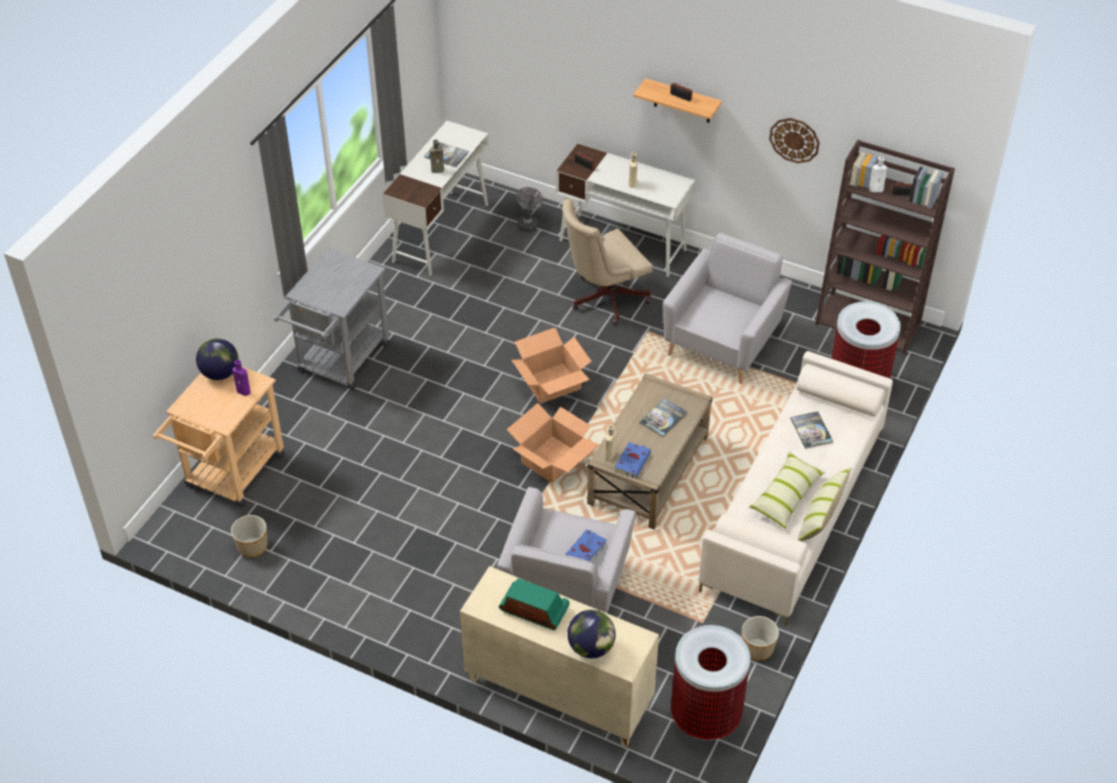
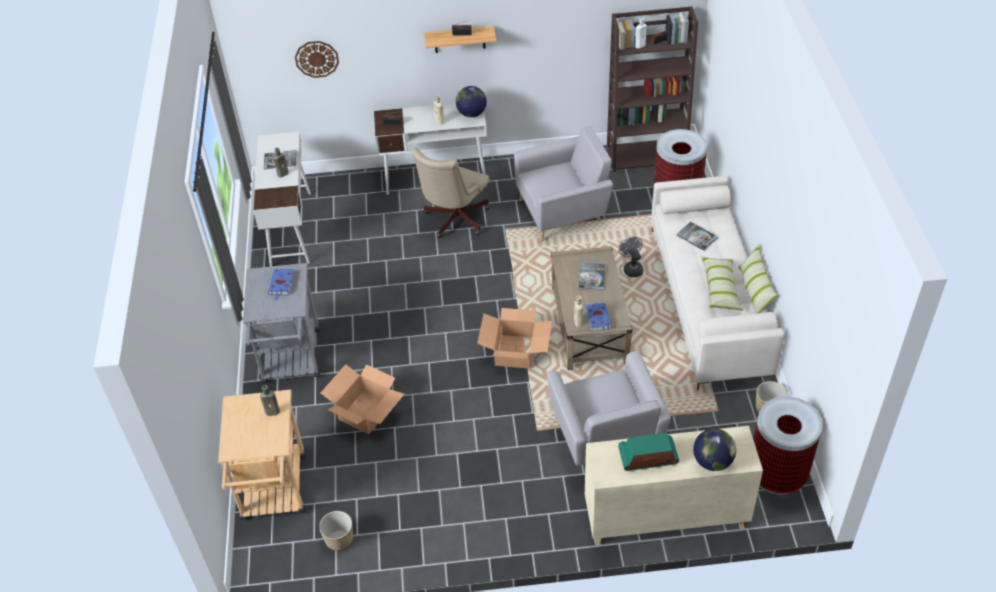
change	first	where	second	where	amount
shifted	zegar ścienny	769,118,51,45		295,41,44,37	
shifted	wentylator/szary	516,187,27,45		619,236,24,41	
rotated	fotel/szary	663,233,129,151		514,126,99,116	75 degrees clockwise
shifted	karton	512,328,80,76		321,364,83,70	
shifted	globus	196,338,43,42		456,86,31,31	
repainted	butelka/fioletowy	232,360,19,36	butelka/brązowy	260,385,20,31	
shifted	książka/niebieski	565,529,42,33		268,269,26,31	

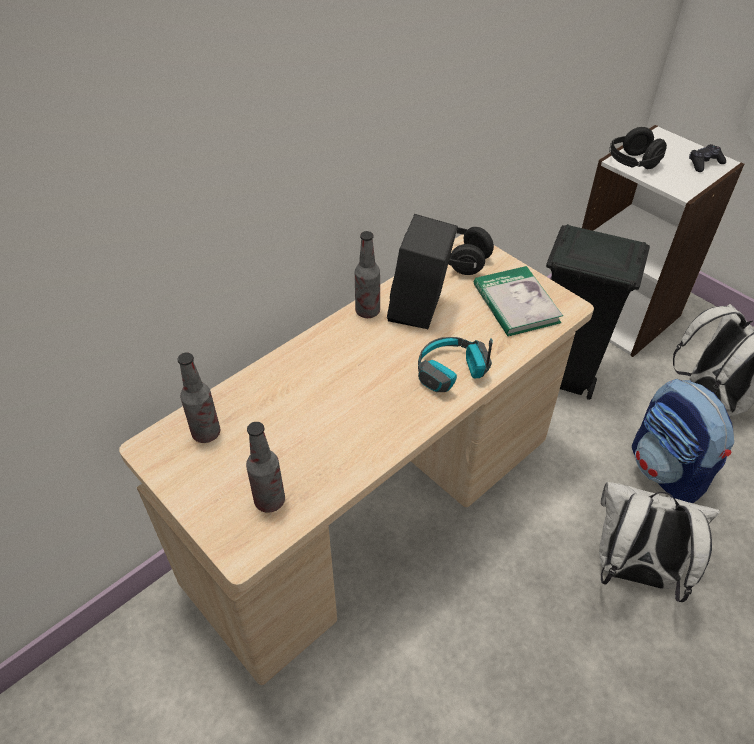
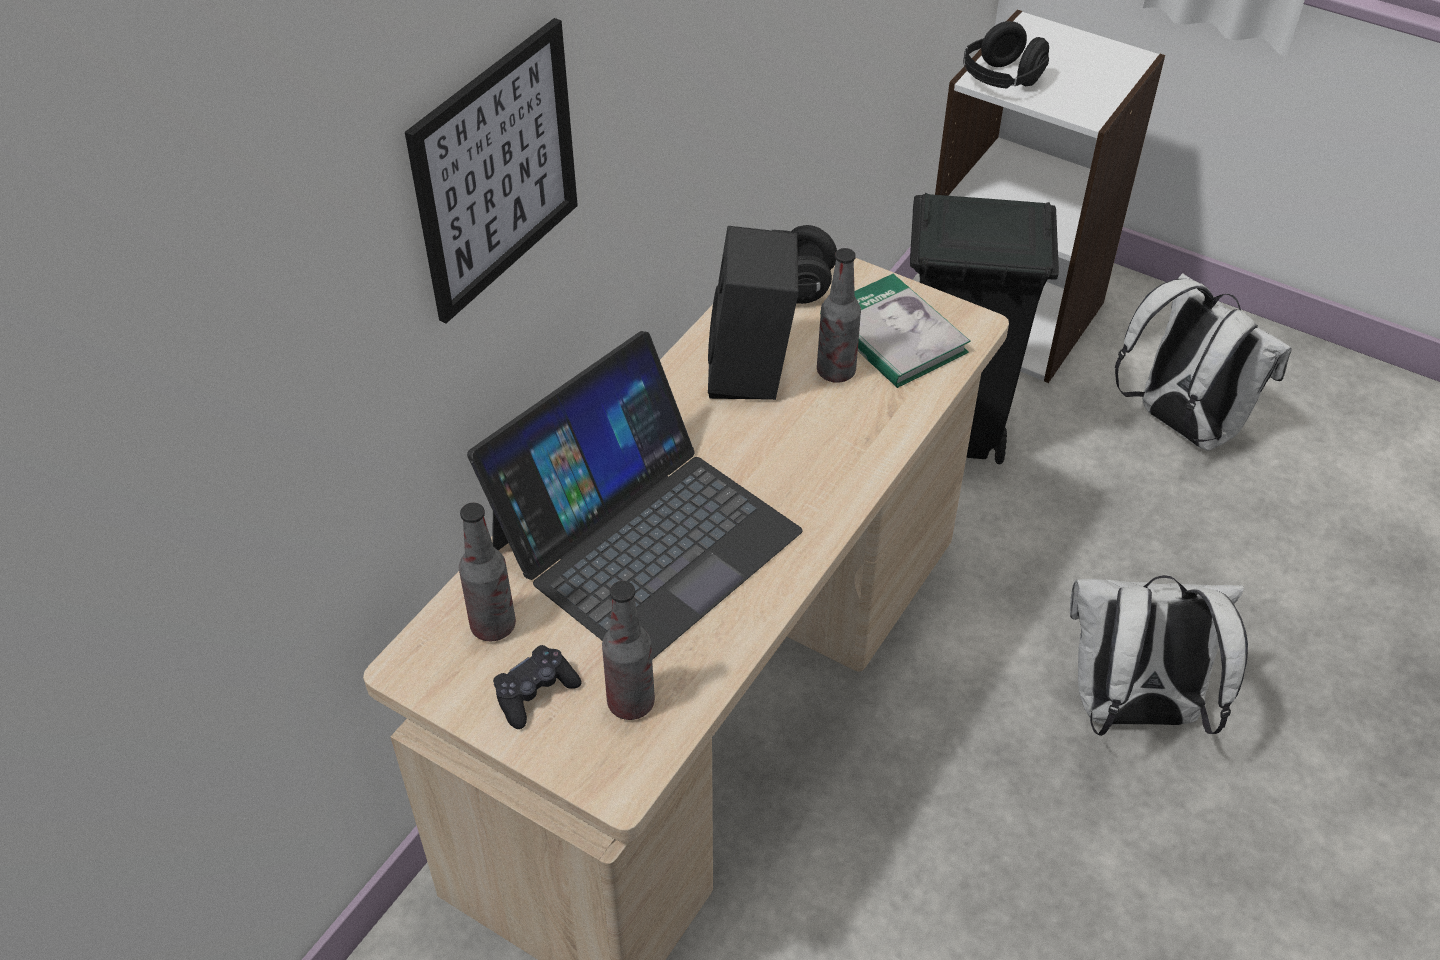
change	first	where	second	where	amount
shifted	pad do gier/czarny	689,144,37,28		493,645,89,84	
shifted	butelka	355,231,25,87		817,248,44,135	
gone	słuchawki	418,337,75,55			
gone	plecak	632,378,102,125			
new			obraz	405,18,173,305	
new			laptop	467,331,336,329	

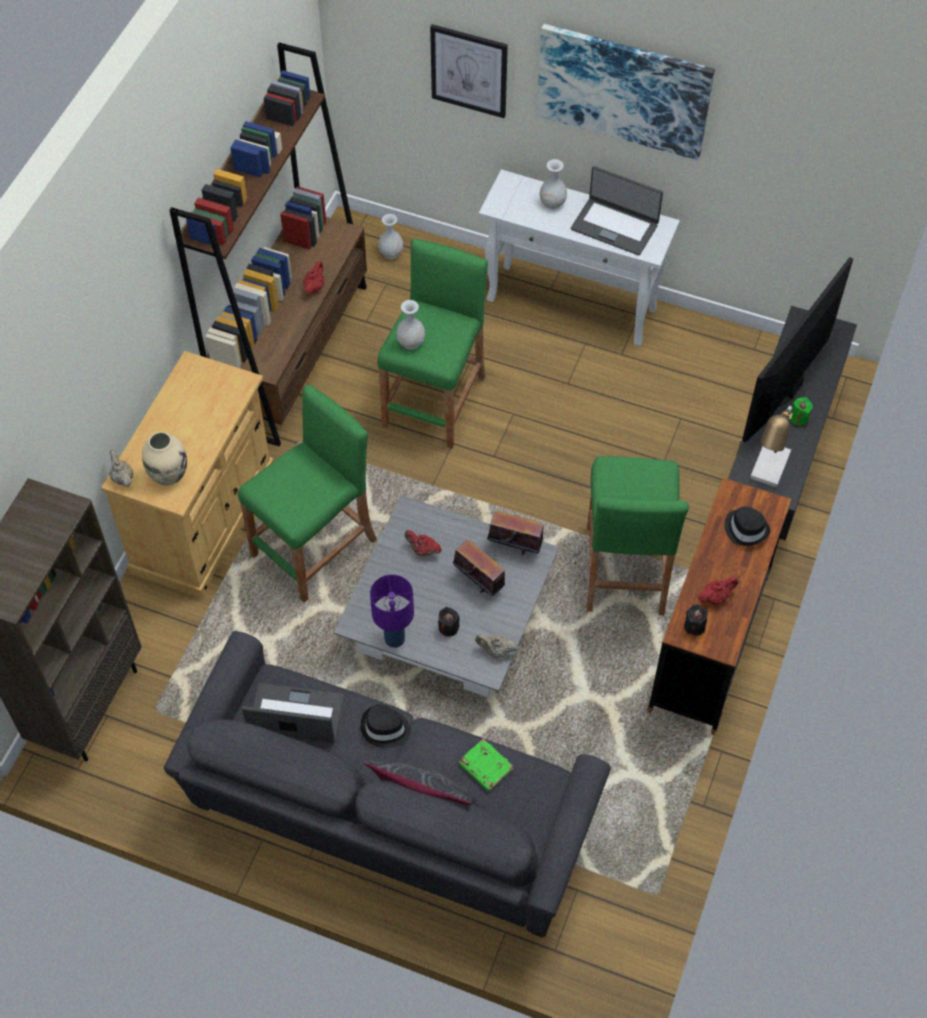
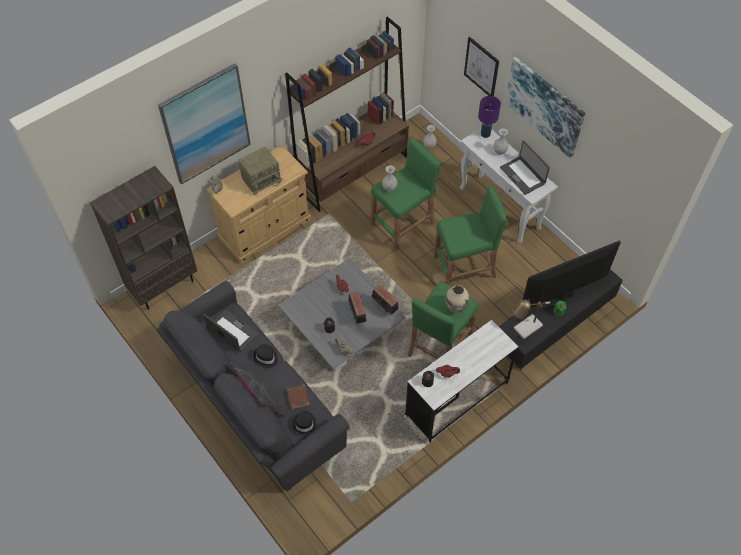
change	first	where	second	where	amount
shifted	stołek/zielony	238,385,139,218		434,185,74,101	
shifted	wazon/beżowy	142,432,45,54		446,285,23,28	
repainted	biurko/brązowy	648,478,143,257	biurko/biały	404,320,114,124	
shifted	kapelusz/czarny	724,507,46,39		293,411,23,23	
shifted	lampa stołowa/fioletowy	370,575,44,73		478,96,23,42	
repainted	książka/zielony	459,739,54,52	książka/brązowy	287,384,22,25	
new			obraz	158,63,93,122	
new			radio	238,147,44,48	

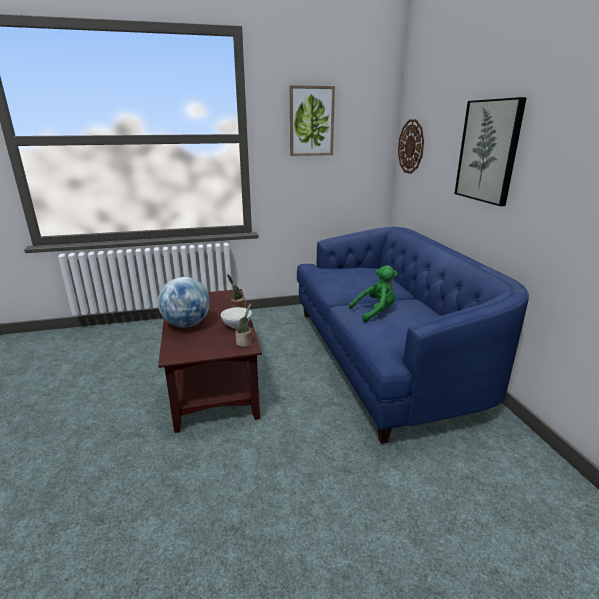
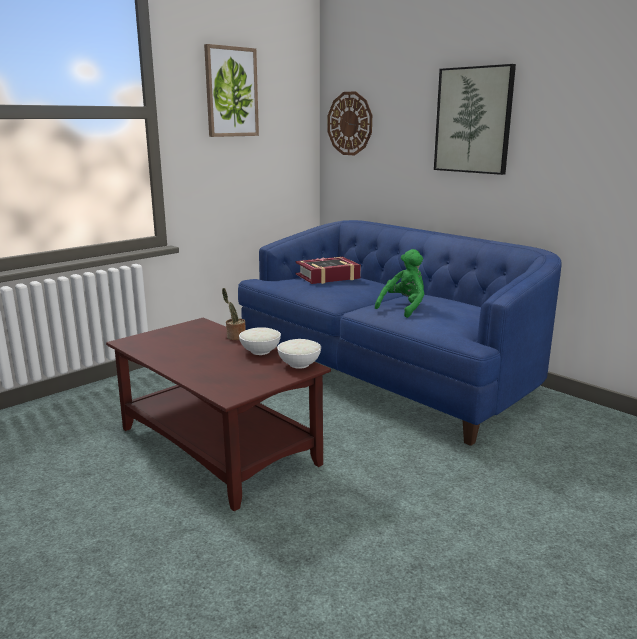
change	first	where	second	where	amount
gone	globus	158,277,52,50			
swapped	roślina doniczkowa	235,304,17,43	miska/biały	277,339,44,30	
new			książka	295,257,66,27	

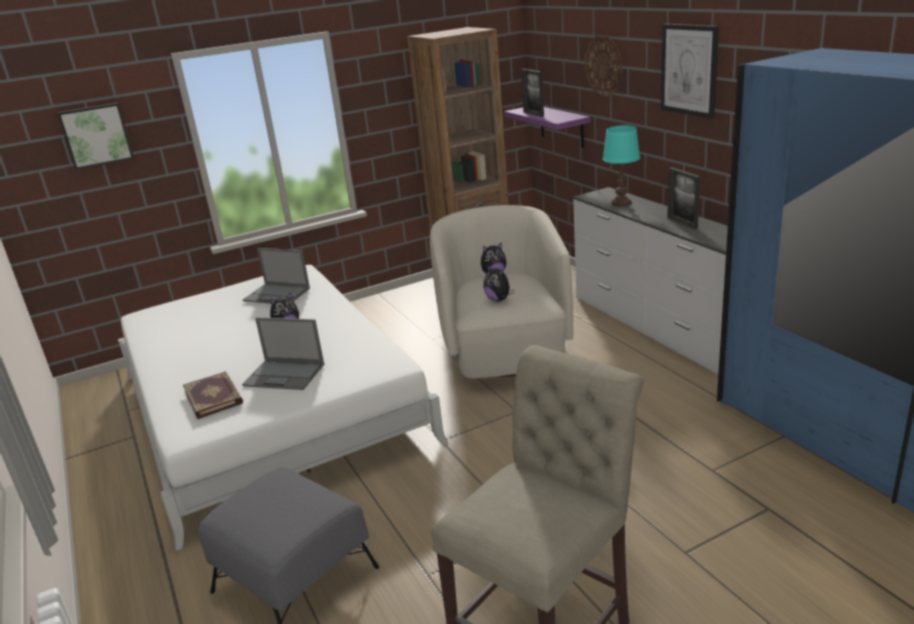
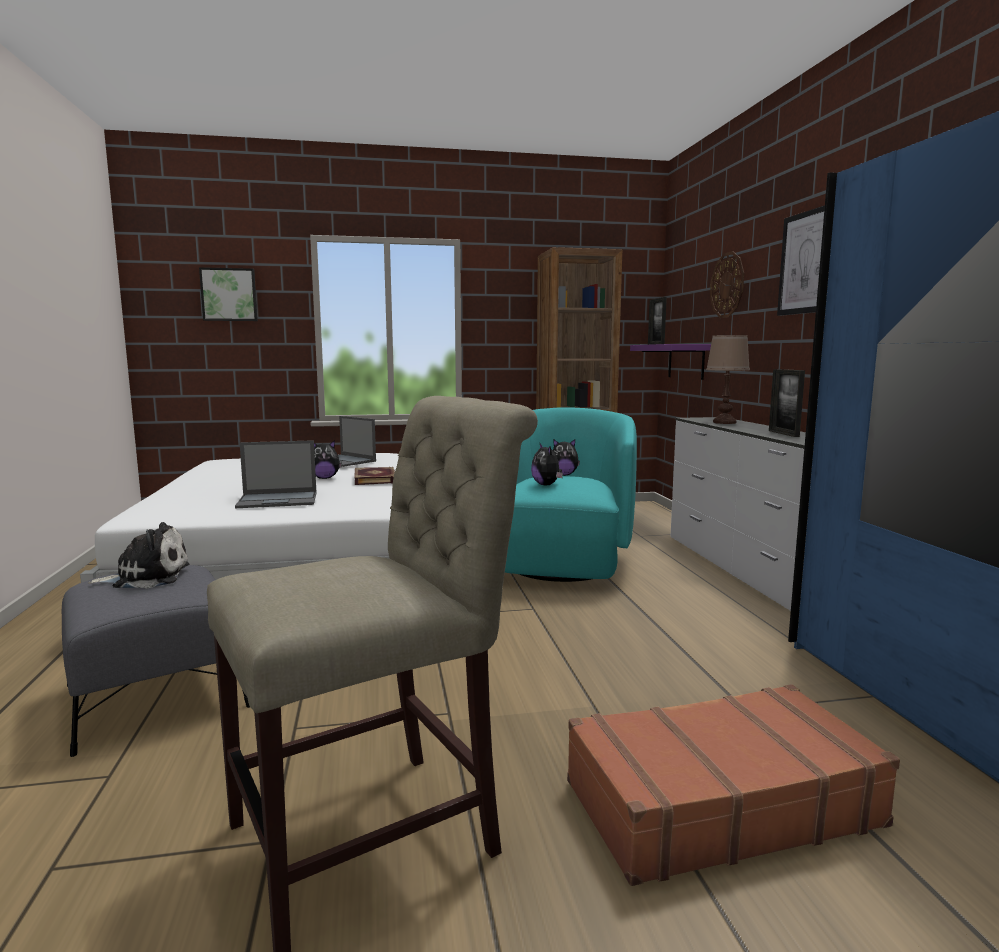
change	first	where	second	where	amount
repainted	lampa stołowa/turkusowy	603,125,37,82	lampa stołowa/brązowy	706,335,44,89	
repainted	fotel/beżowy	430,205,143,173	fotel/turkusowy	505,407,132,175	
rotated	laptop	242,317,82,73		235,440,82,68	45 degrees counterclockwise
shifted	książka	183,372,60,47		354,467,41,18	
new			pluszak	88,522,101,67	
new			walizka/brązowy	567,684,333,202	

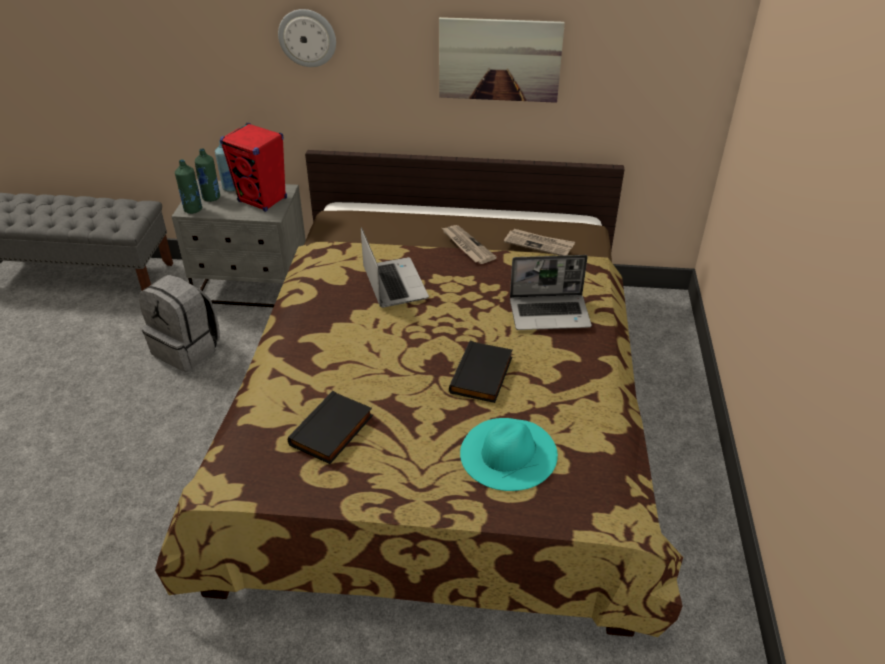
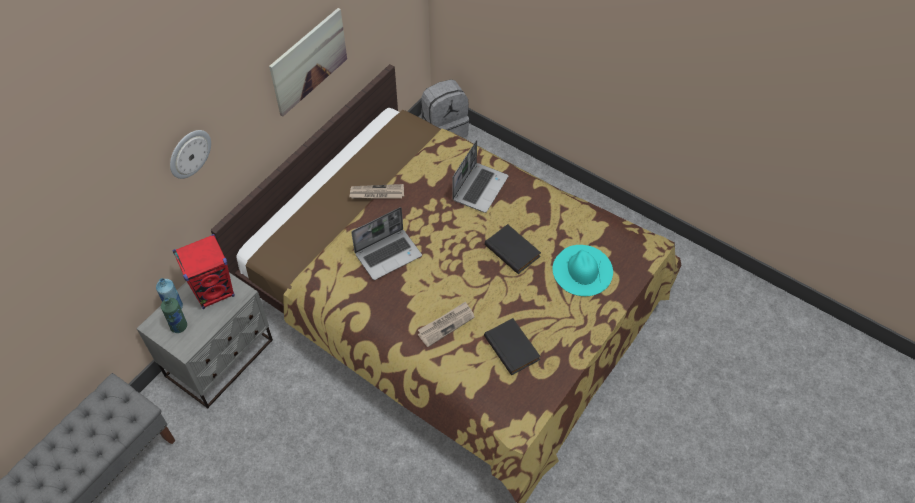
change	first	where	second	where	amount
gone	butelka/zielony	175,159,28,55			
rotated	laptop	361,227,68,81		351,207,71,73	135 degrees clockwise
shifted	gazeta	504,229,71,27		418,302,57,45	
shifted	plecak/szary	139,274,81,98		421,80,48,58	

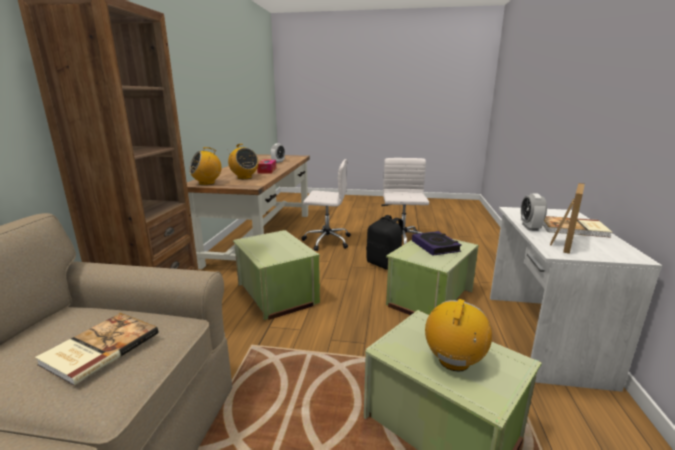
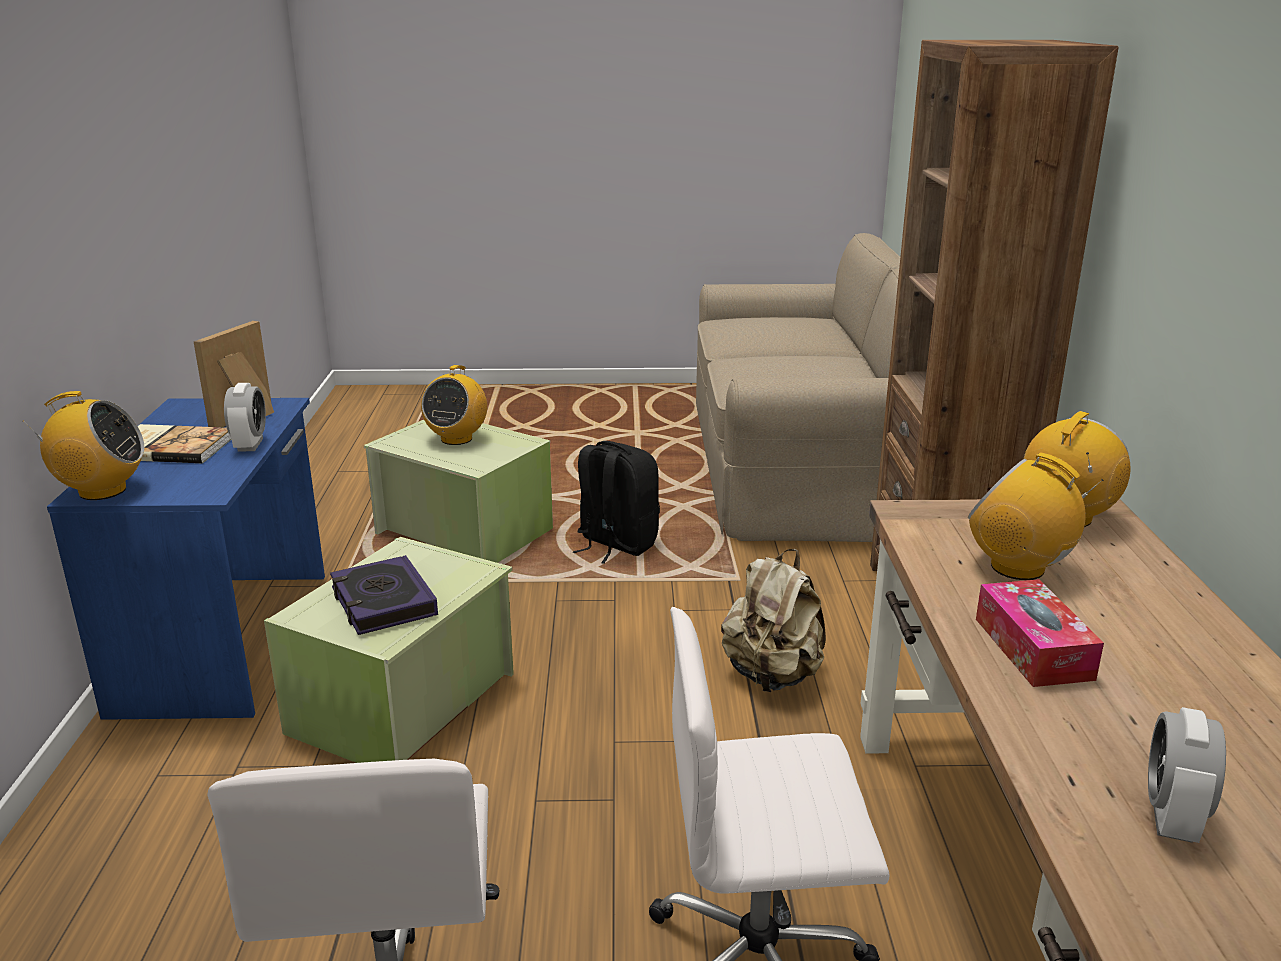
change	first	where	second	where	amount
repainted	biurko/biały	490,207,173,185	biurko/niebieski	47,398,278,322	
shifted	plecak/czarny	366,215,37,55		573,441,87,123	
swapped	pojemnik do przechowywania/zielony	233,230,87,90	plecak/beżowy	721,549,105,143	
gone	książka	35,313,123,73			
new			radio	23,391,121,109	

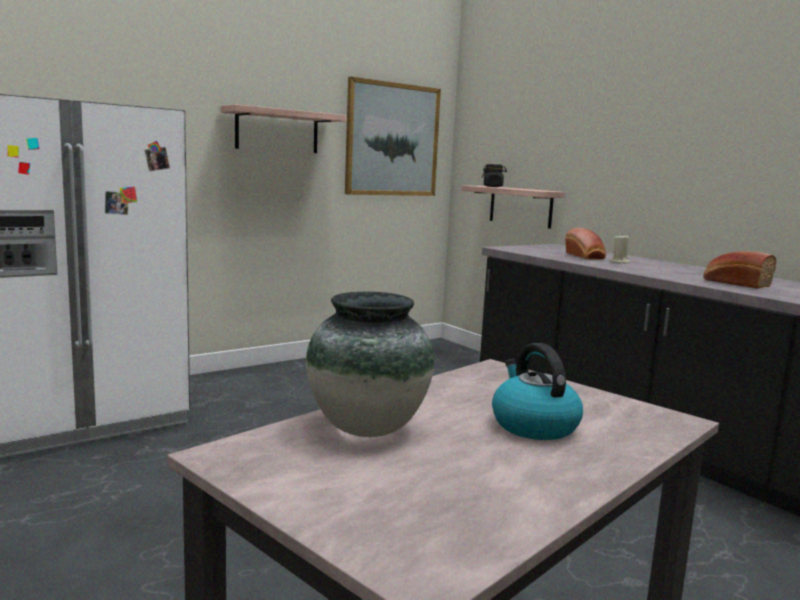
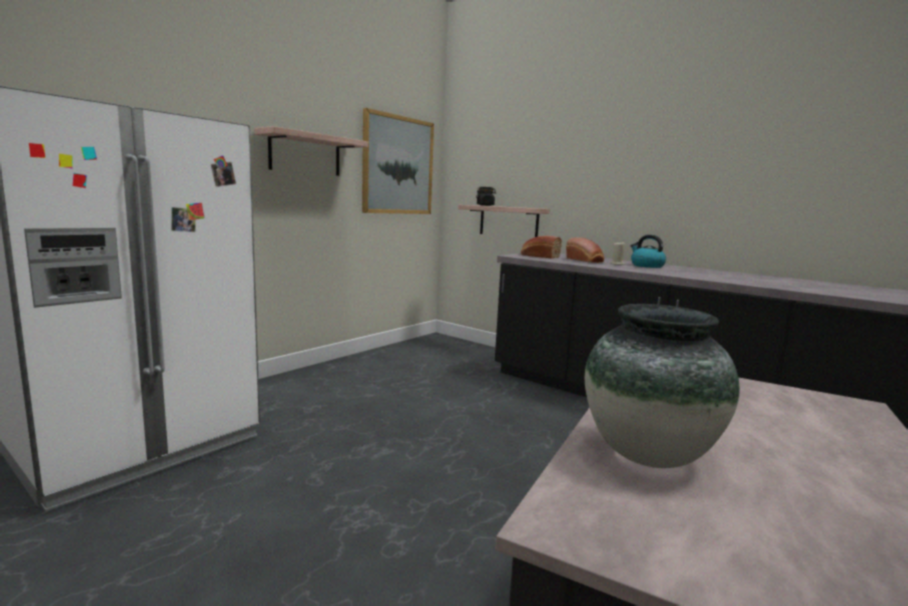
change	first	where	second	where	amount
shifted	chleb	703,251,73,38		521,236,41,23	
shifted	czajnik	492,343,91,97		631,235,35,33	

